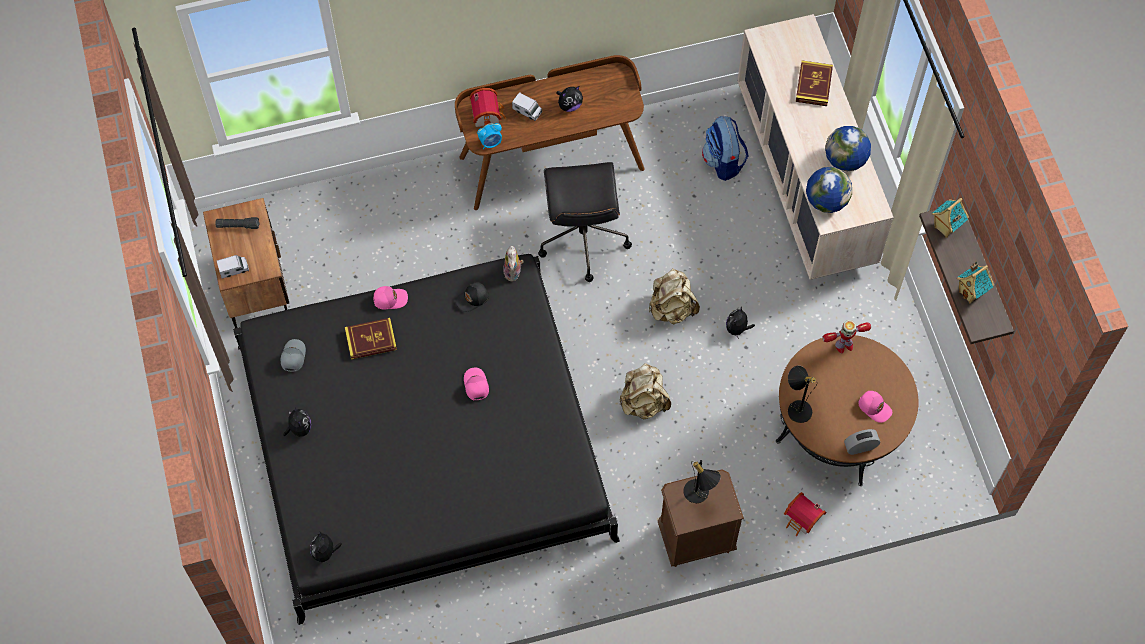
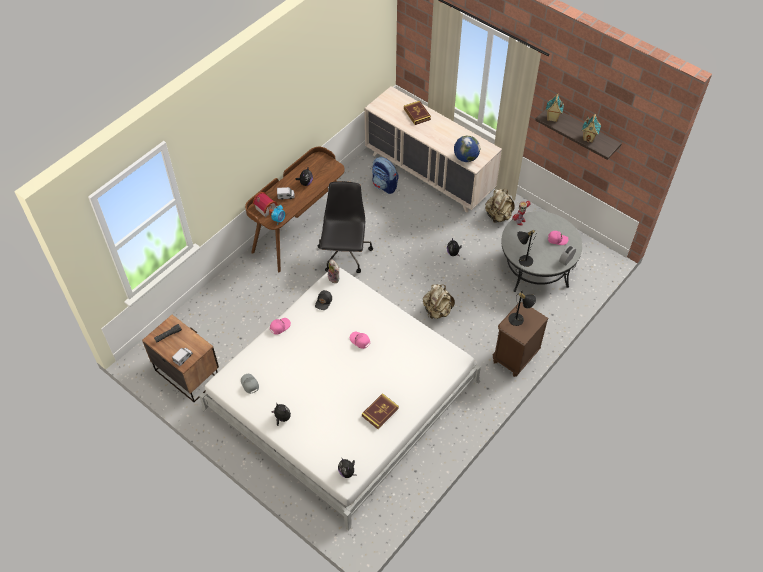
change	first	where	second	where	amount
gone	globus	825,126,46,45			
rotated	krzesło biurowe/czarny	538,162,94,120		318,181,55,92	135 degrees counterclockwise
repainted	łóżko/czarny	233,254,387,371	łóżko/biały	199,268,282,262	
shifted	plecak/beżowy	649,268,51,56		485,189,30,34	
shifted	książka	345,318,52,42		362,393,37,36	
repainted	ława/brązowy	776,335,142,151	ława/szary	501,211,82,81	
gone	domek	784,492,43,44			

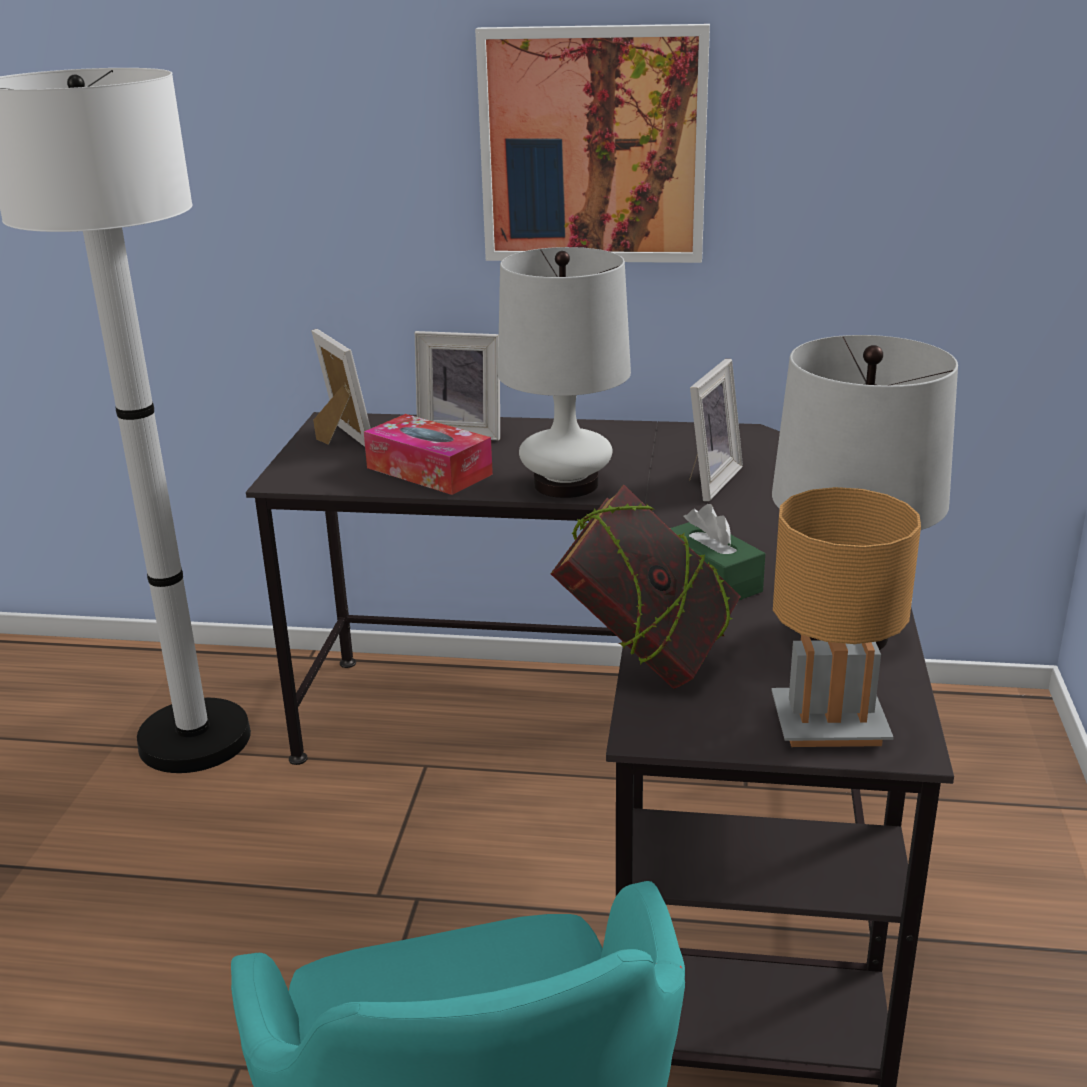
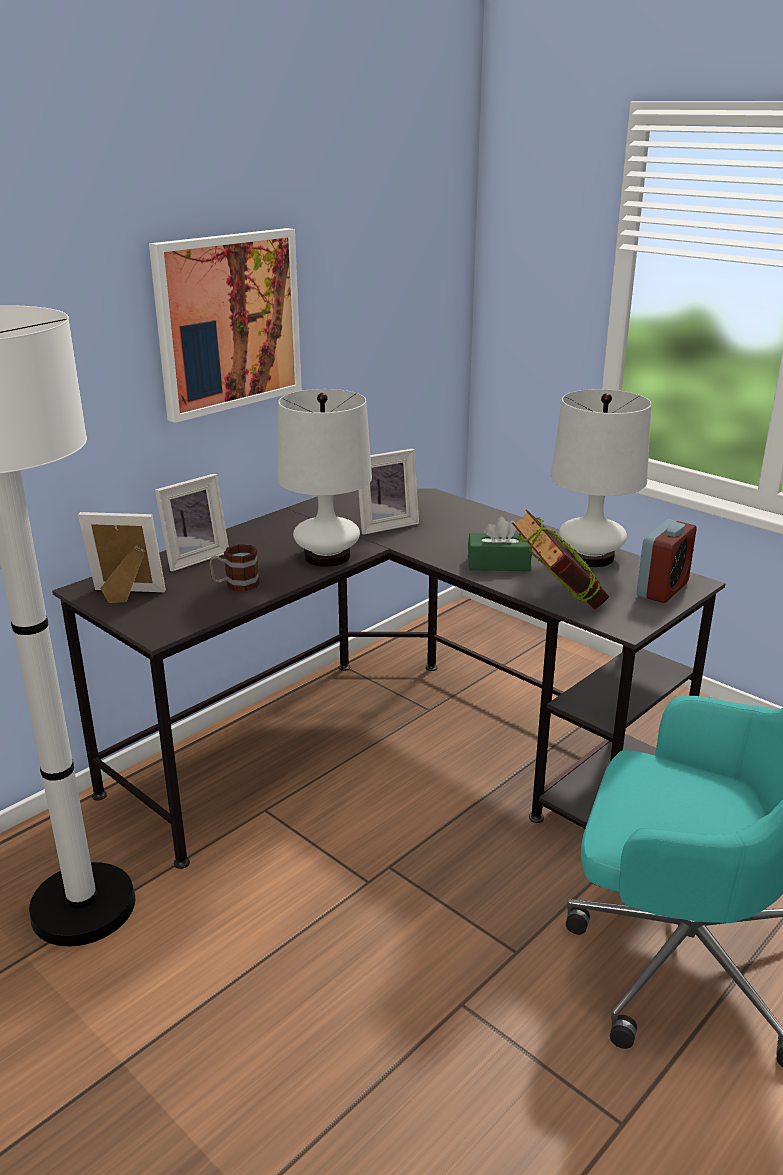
change	first	where	second	where	amount
rotated	ramka na zdjęcie	689,359,54,142		358,448,61,87	90 degrees clockwise
swapped	pudełko chusteczek	364,414,129,81	kubek	209,544,51,48	
swapped	lampa stołowa/brązowy	771,487,150,260	budzik	637,519,59,84	

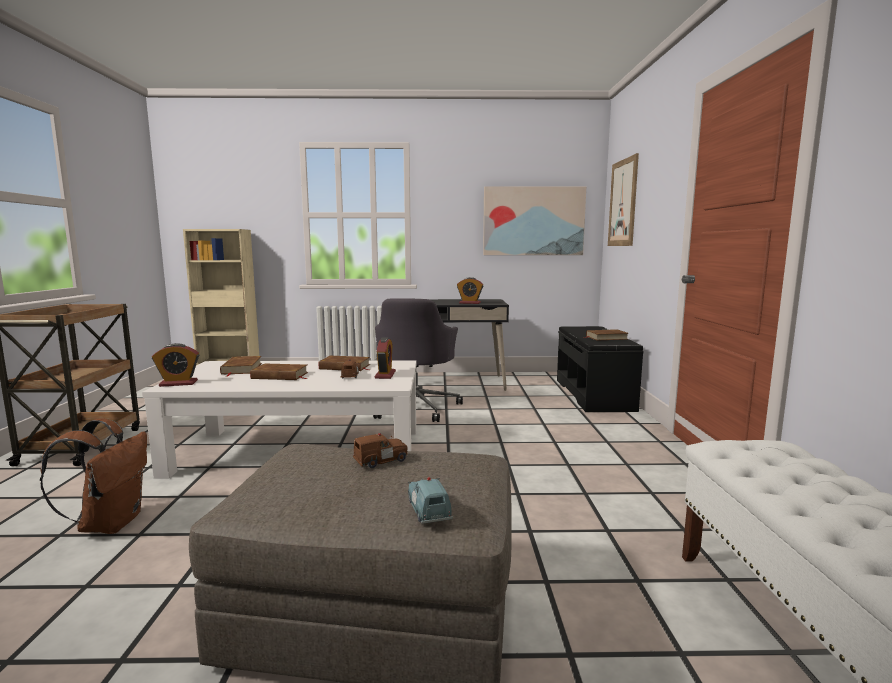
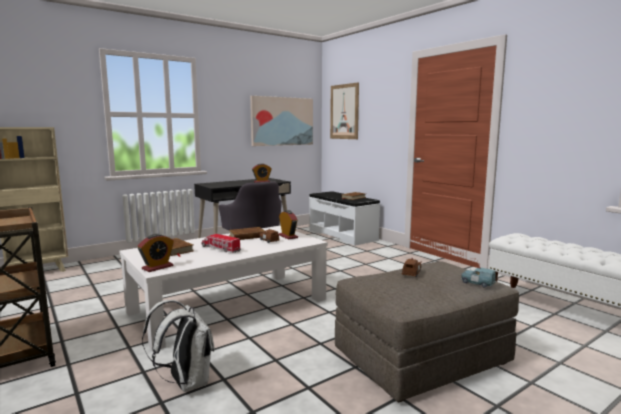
change	first	where	second	where	amount
repainted	ławka/czarny	557,326,86,86	ławka/biały	309,191,71,55	
swapped	książka/brązowy	250,364,58,16	ciężarówka zabawkowa	201,234,40,19	
repainted	plecak/brązowy	40,418,107,116	plecak/biały	142,300,72,92	

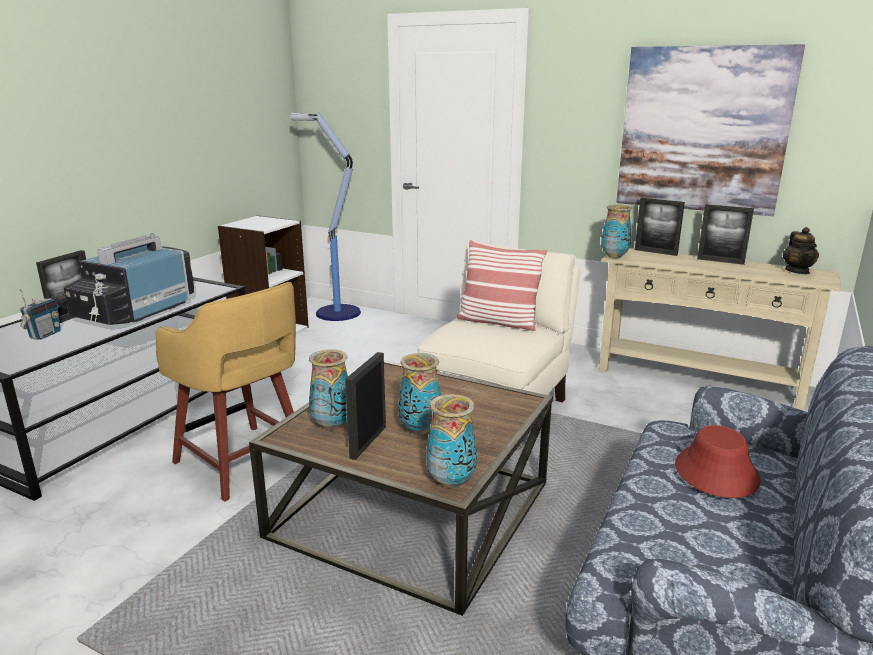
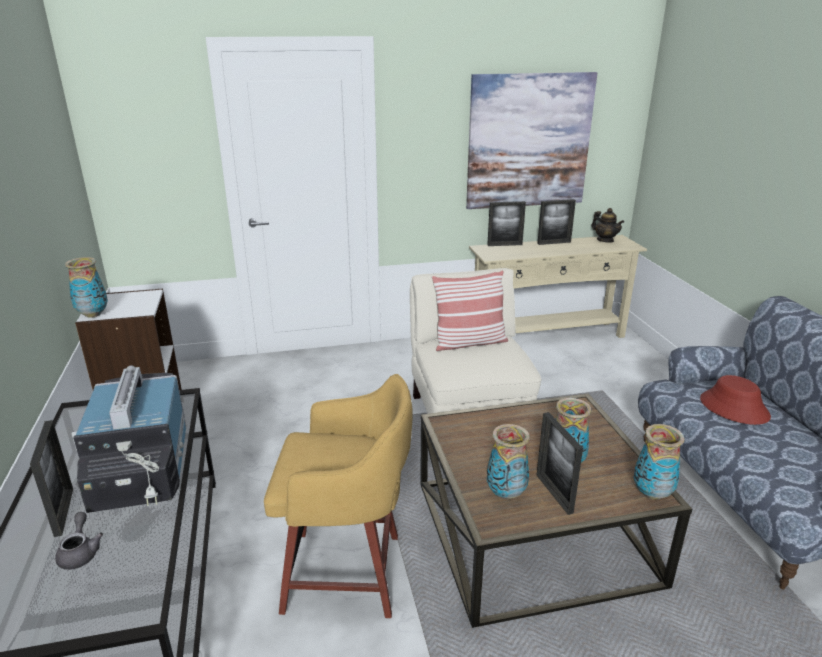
change	first	where	second	where	amount
gone	lampa stojąca	290,112,71,209			
shifted	wazon	601,205,31,53		65,257,43,61	
swapped	radio	19,289,42,51	imbryk/szary	55,512,48,58	

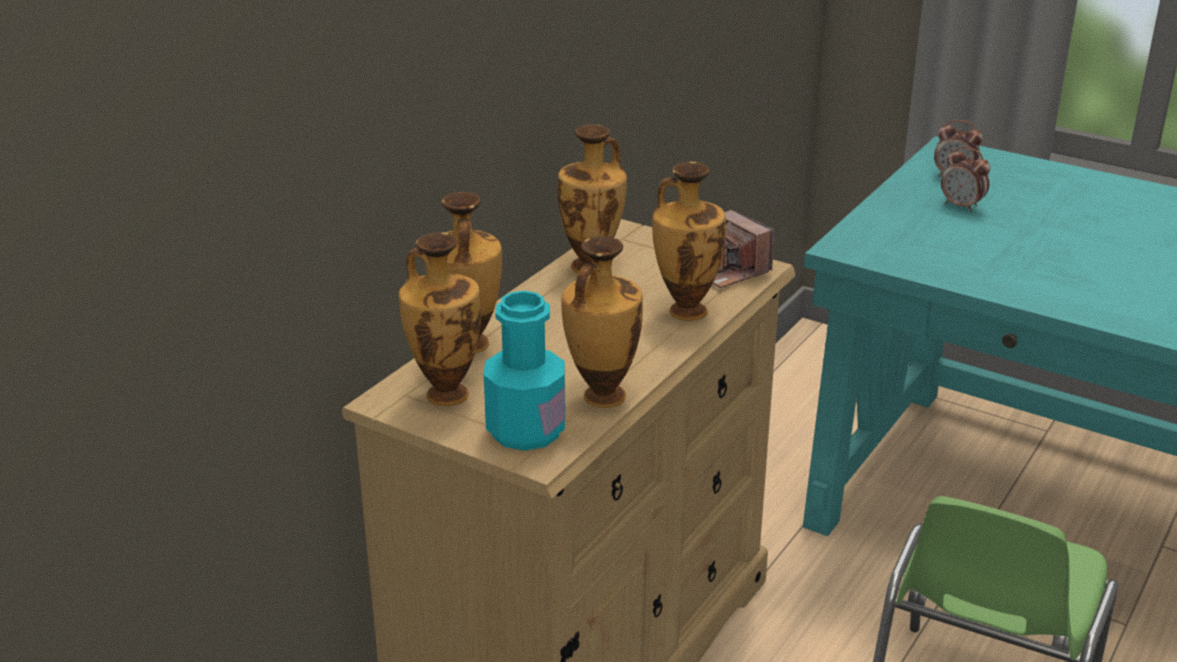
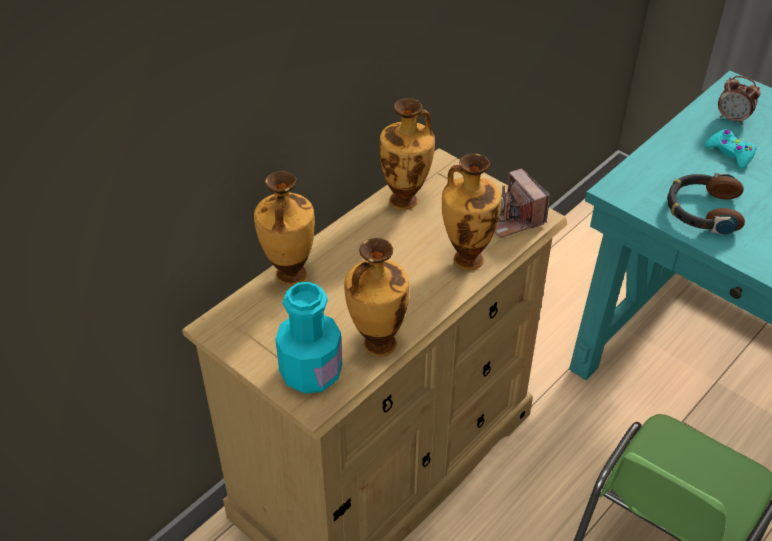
change	first	where	second	where	amount
swapped	budzik	941,146,49,66	pad do gier/turkusowy	704,130,53,39	
gone	wazon	399,232,82,174			
new			słuchawki	667,172,78,63	

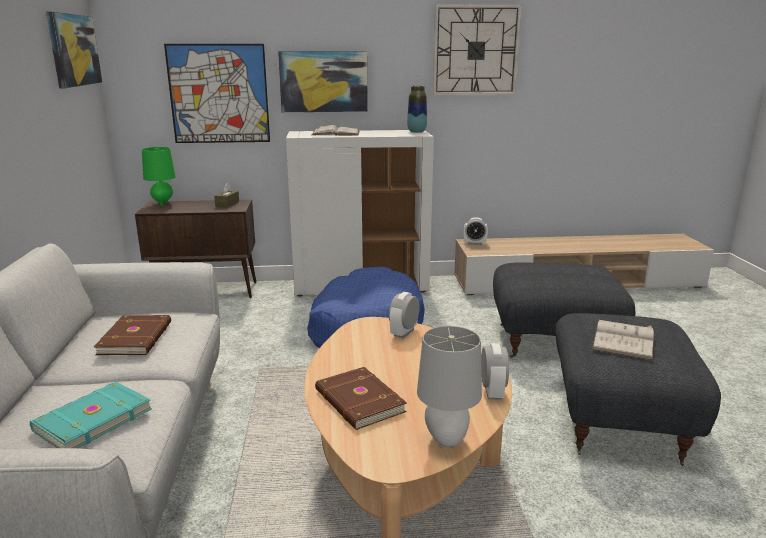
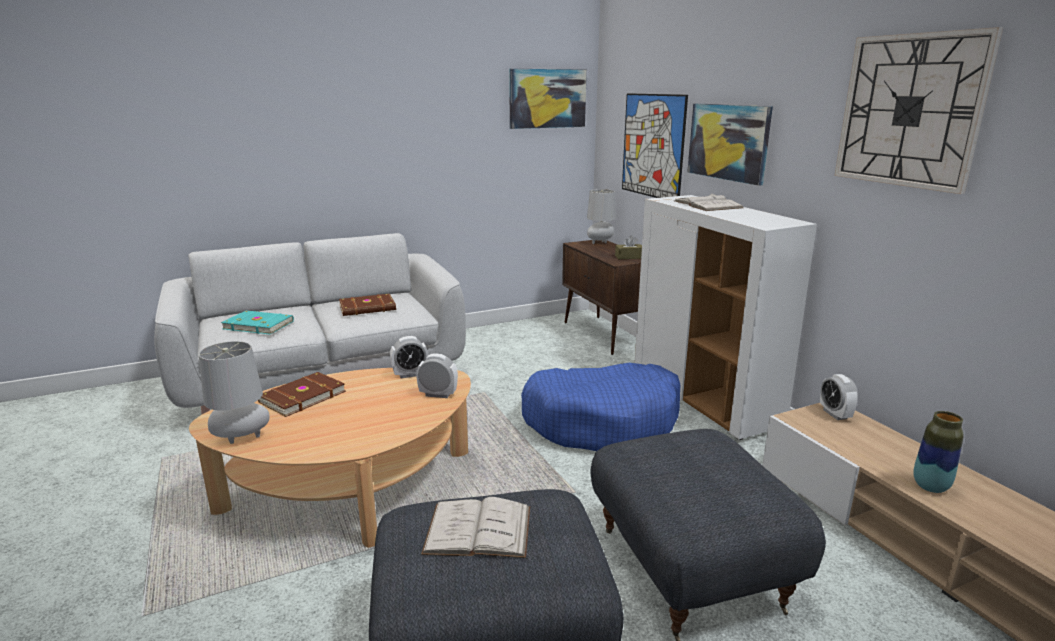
change	first	where	second	where	amount
shifted	wazon	407,86,20,47		913,411,51,82	
repainted	lampa stołowa/zielony	142,147,34,60	lampa stołowa/szary	587,189,29,55	
shifted	budzik	481,343,28,56		390,336,39,42	

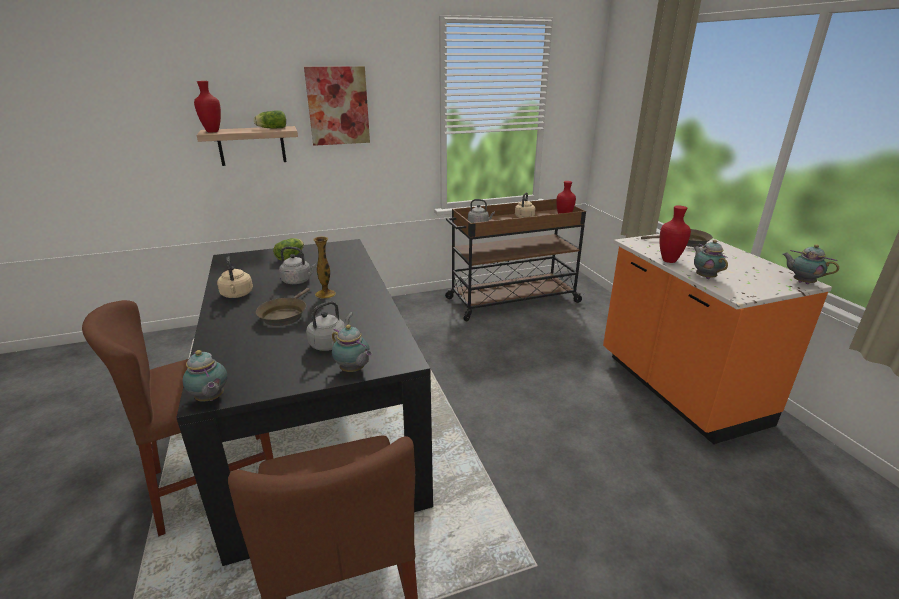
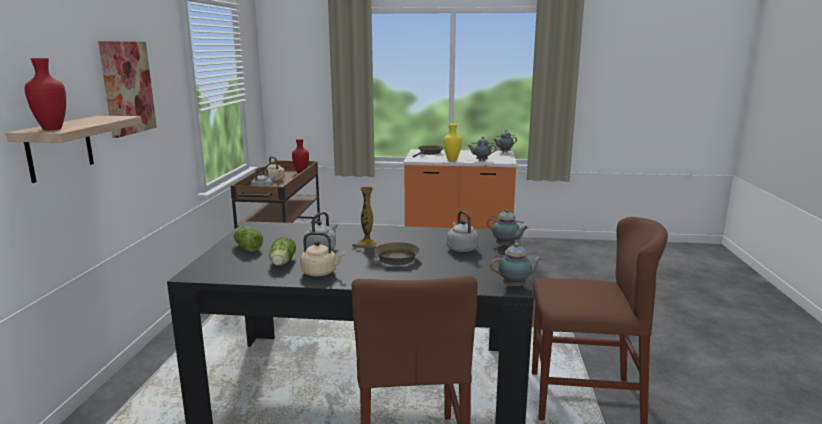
change	first	where	second	where	amount
shifted	sałata	254,110,32,18		269,237,27,29	
repainted	wazon/czerwony	660,205,31,58	wazon/żółty	444,124,18,37	
rotated	imbryk	332,325,40,47		487,209,41,38	60 degrees clockwise

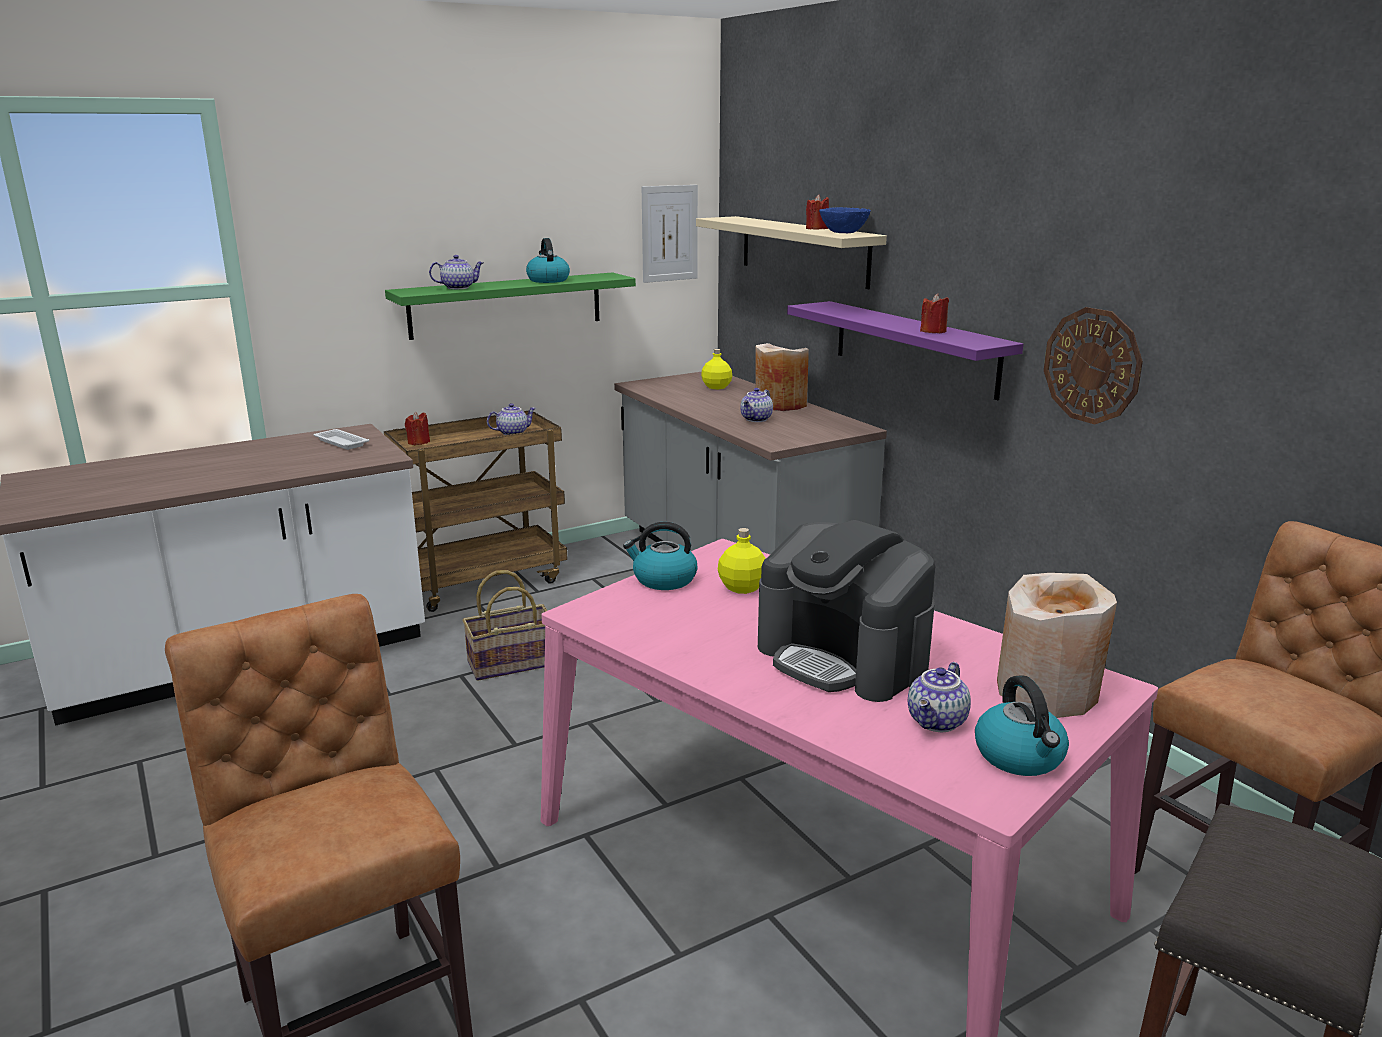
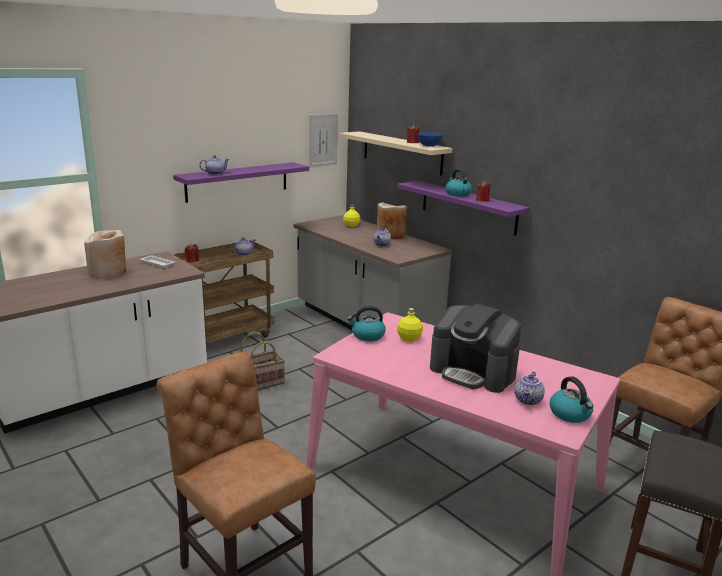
change	first	where	second	where	amount
shifted	czajnik	526,238,44,45		445,169,27,28	
repainted	półka/zielony	385,272,251,68	półka/fioletowy	173,162,136,41	
gone	zegar ścienny	1044,307,99,117			
shifted	wazon/beżowy	997,573,120,145		84,230,42,49	

